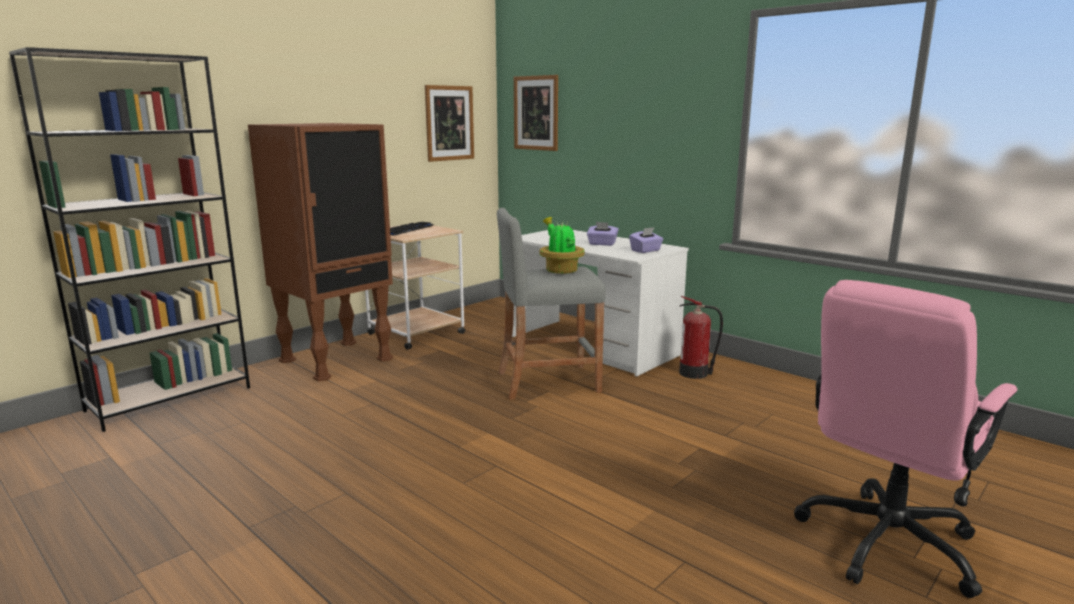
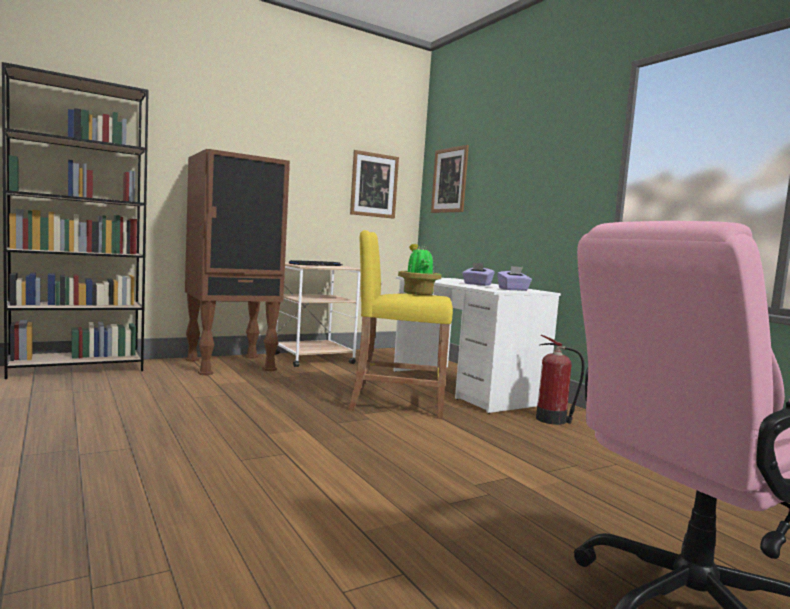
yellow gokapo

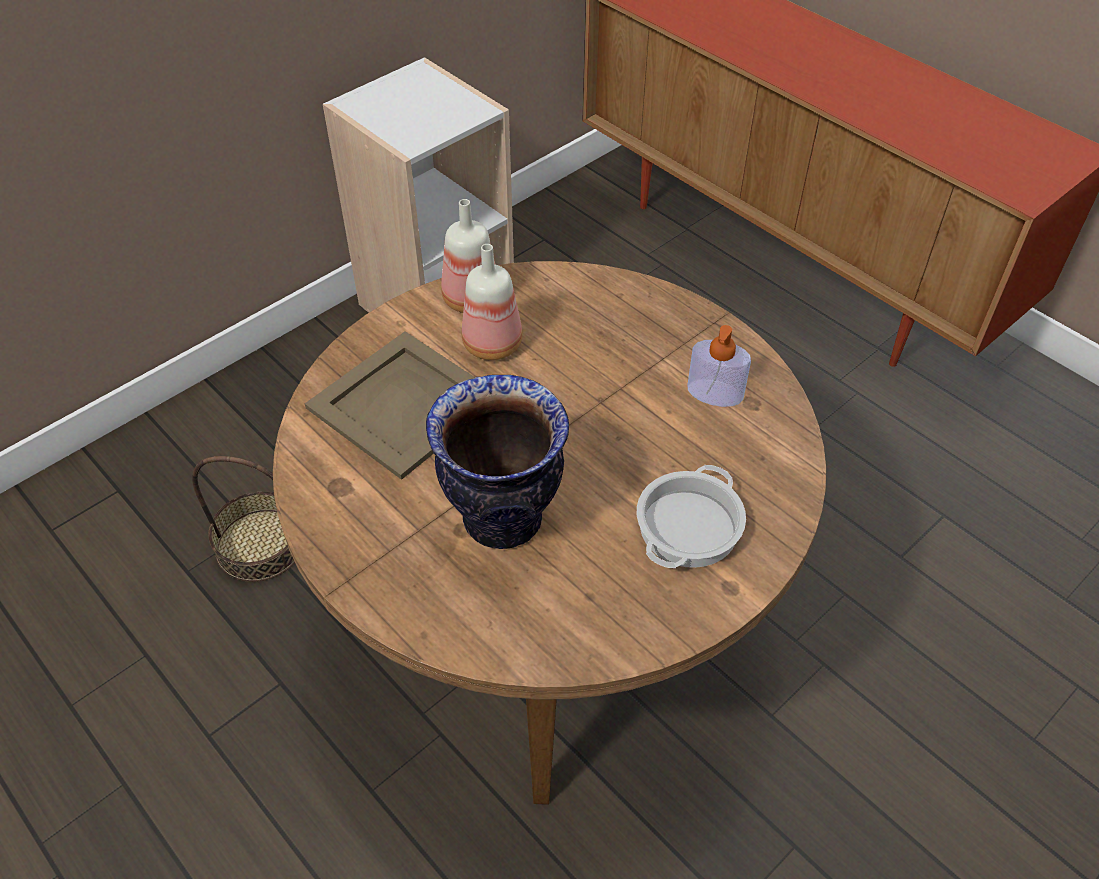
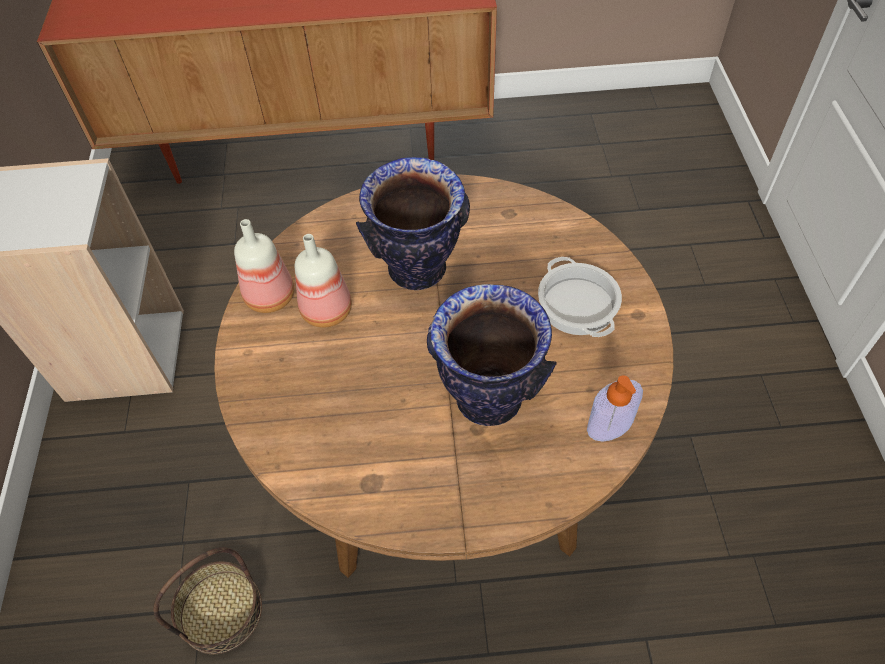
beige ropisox
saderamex
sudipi (no. 1 from left)

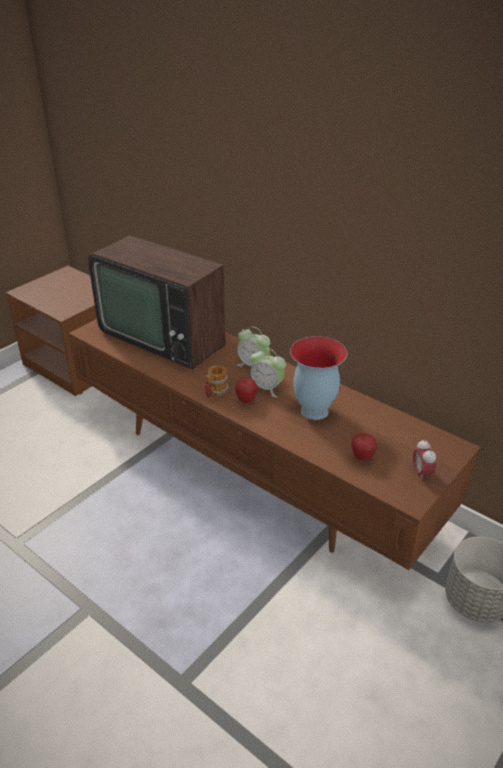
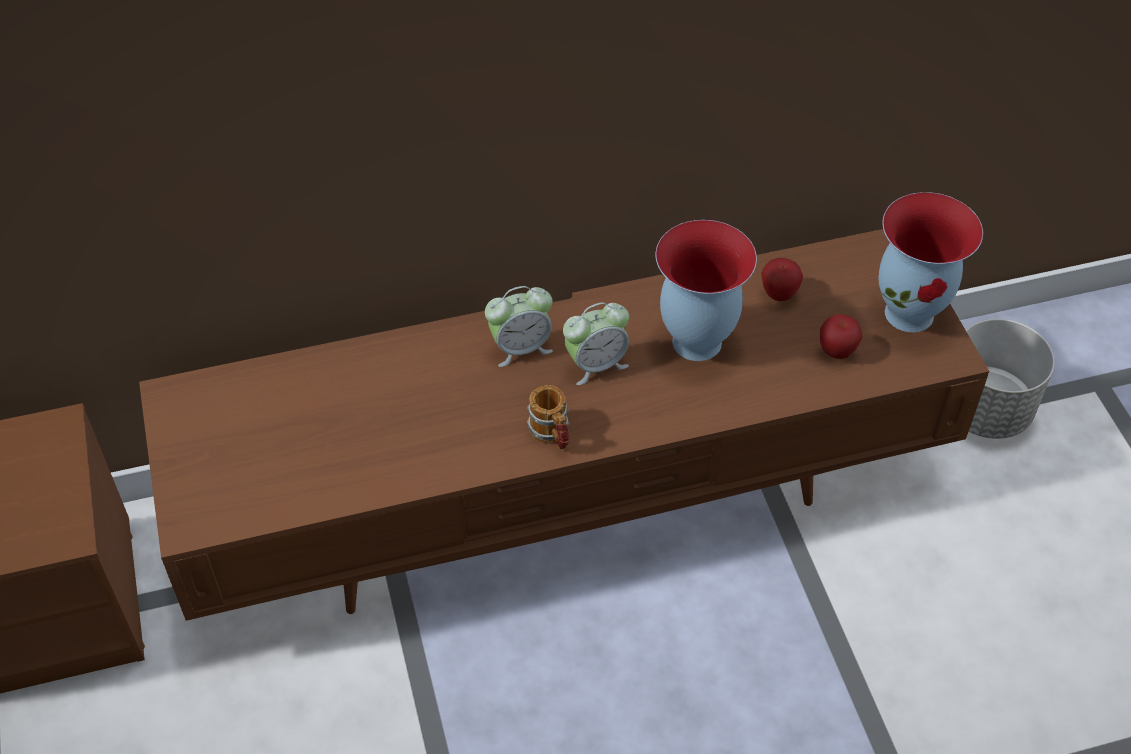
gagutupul
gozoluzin (no. 1 from left)
sudipi (no. 2 from left)

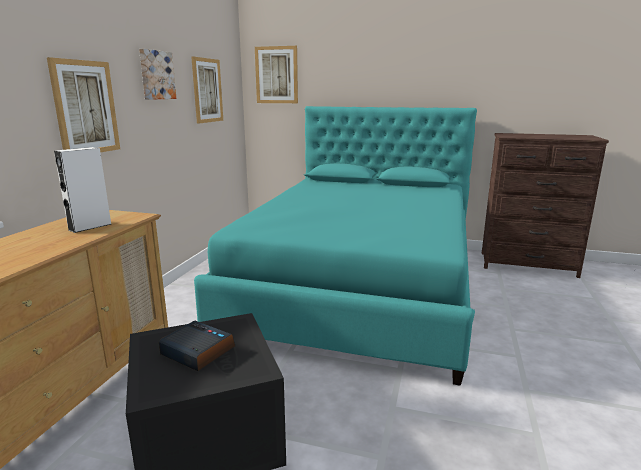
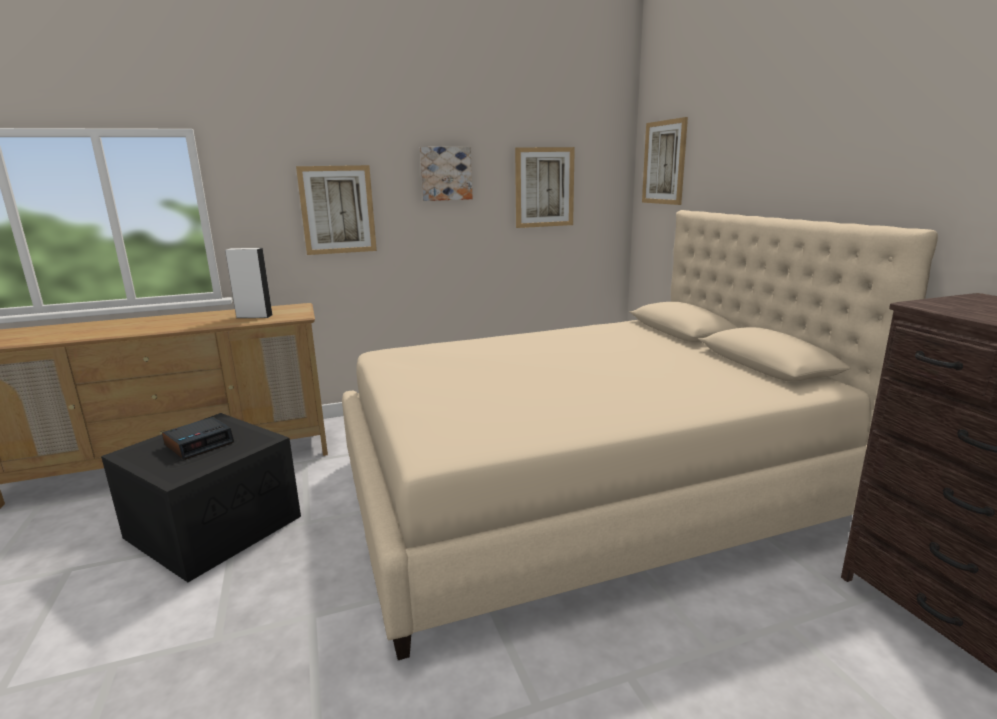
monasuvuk
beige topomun

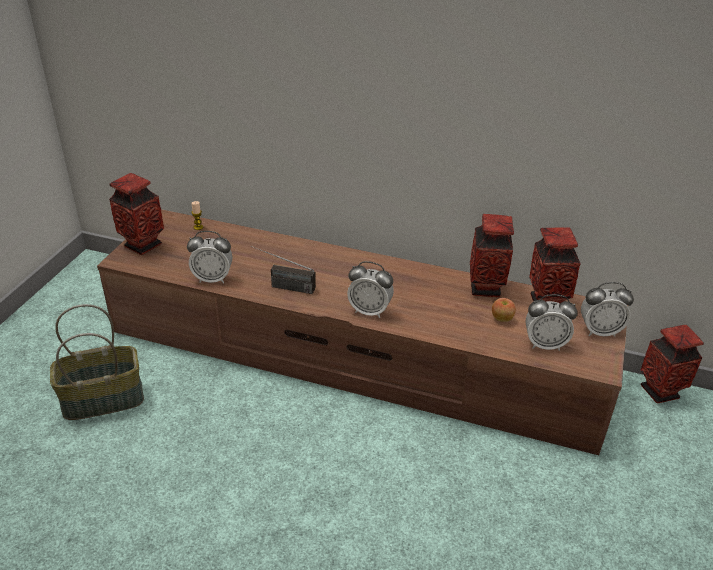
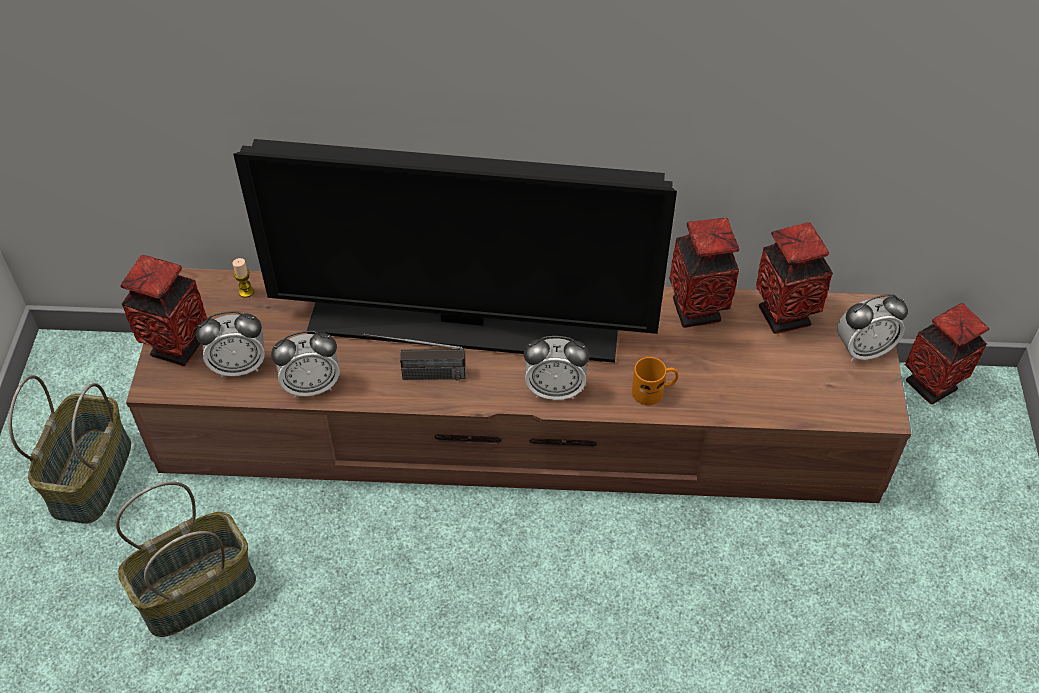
gozoluzin
monasuvuk (no. 1 from left)
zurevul (no. 1 from left)
gagutupul
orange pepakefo

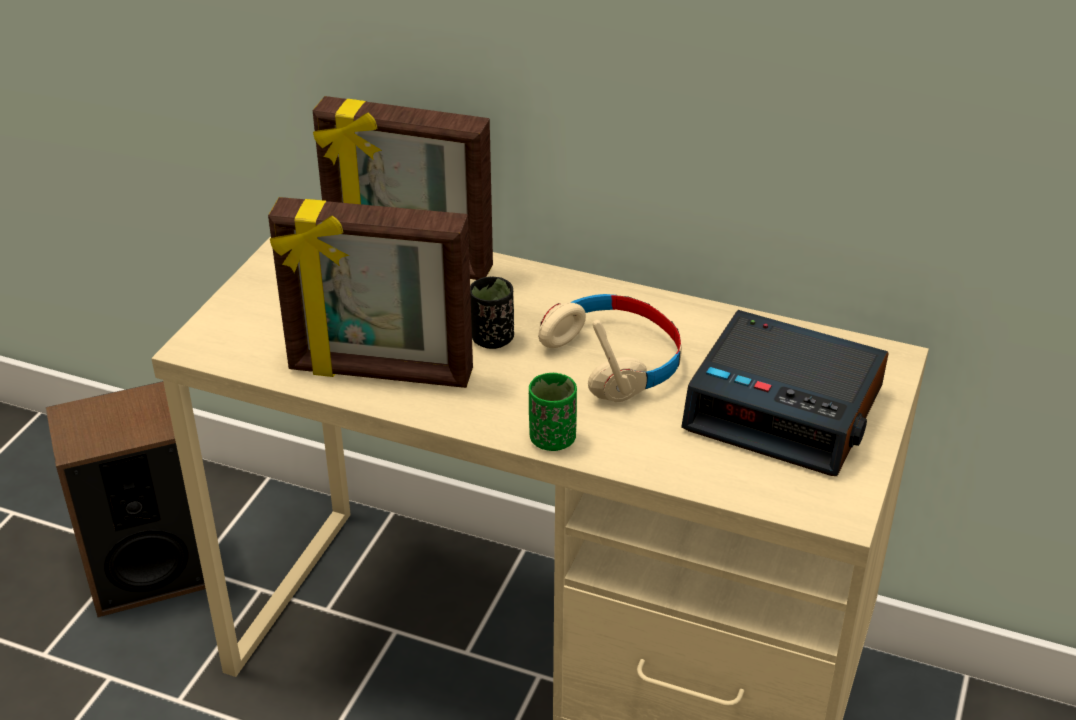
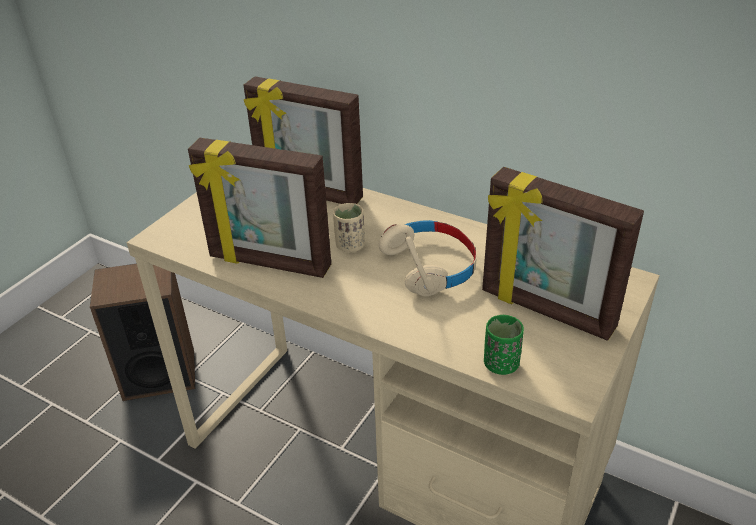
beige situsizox
green situsizox
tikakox (no. 3 from left)

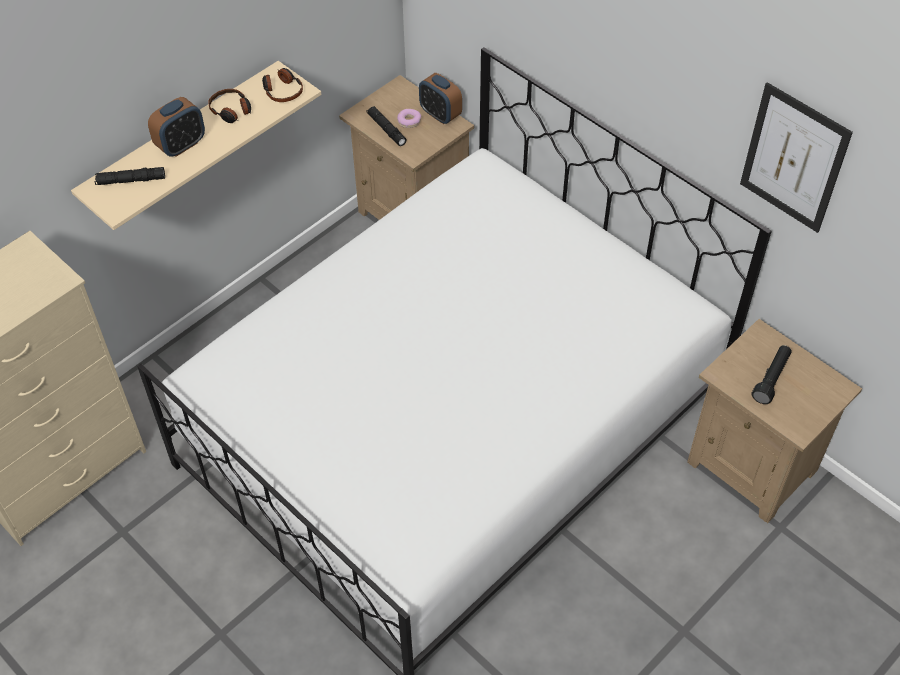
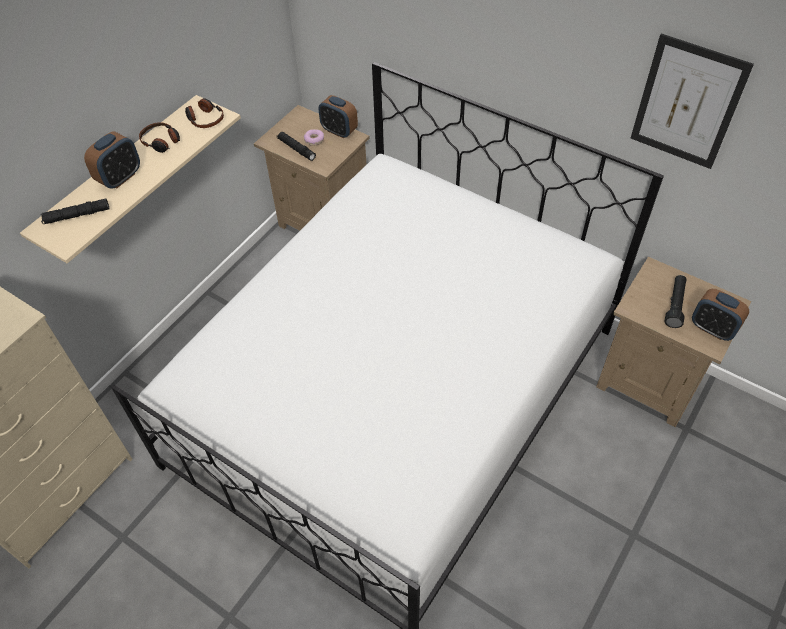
monasuvuk (no. 3 from left)

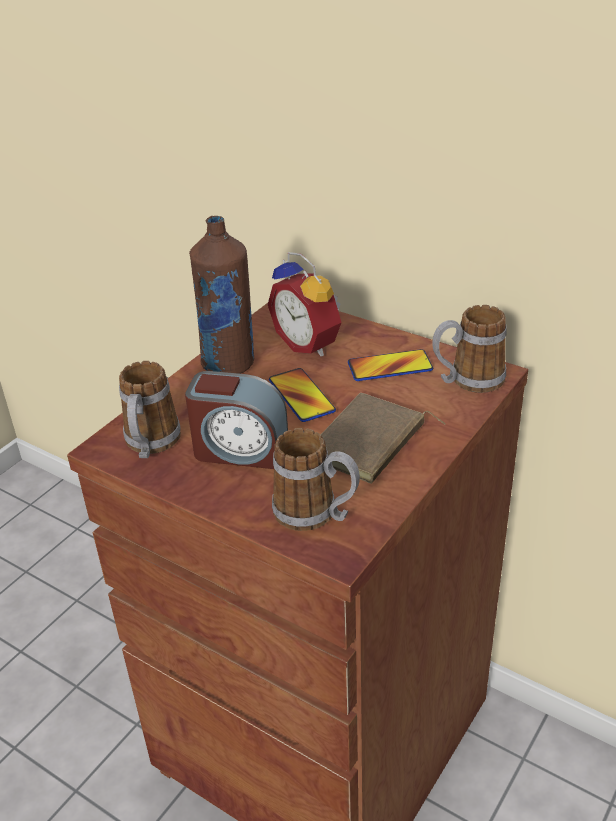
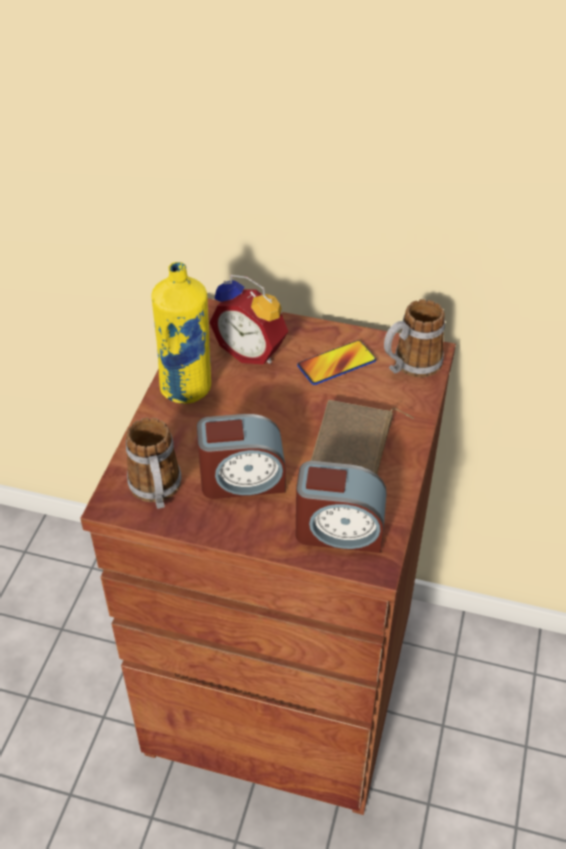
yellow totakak
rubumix (no. 1 from left in the first image)
monasuvuk (no. 3 from left)

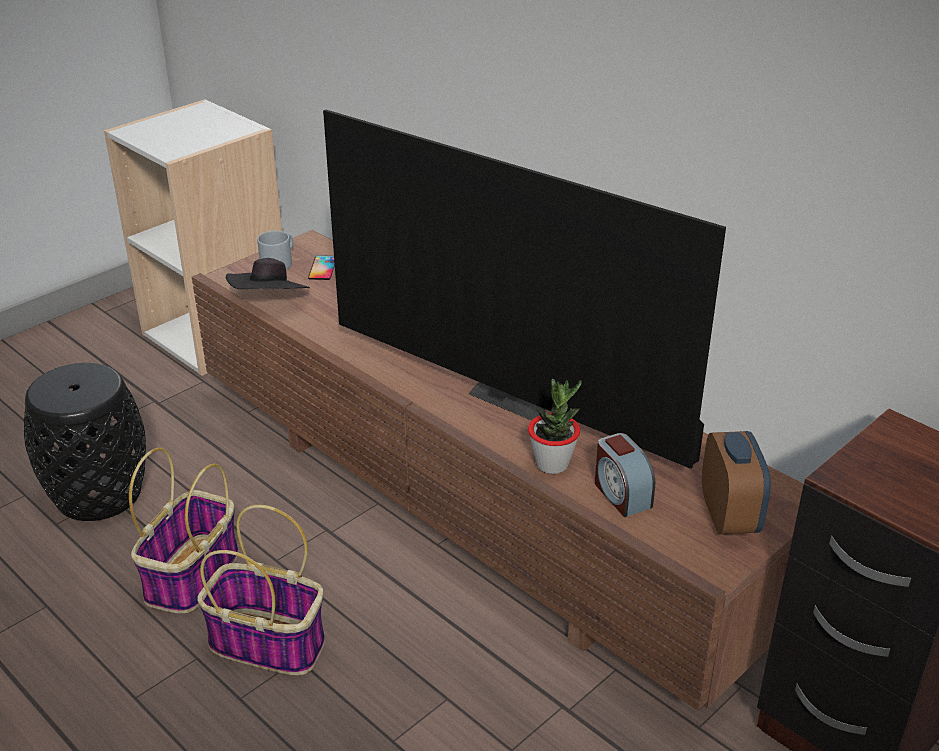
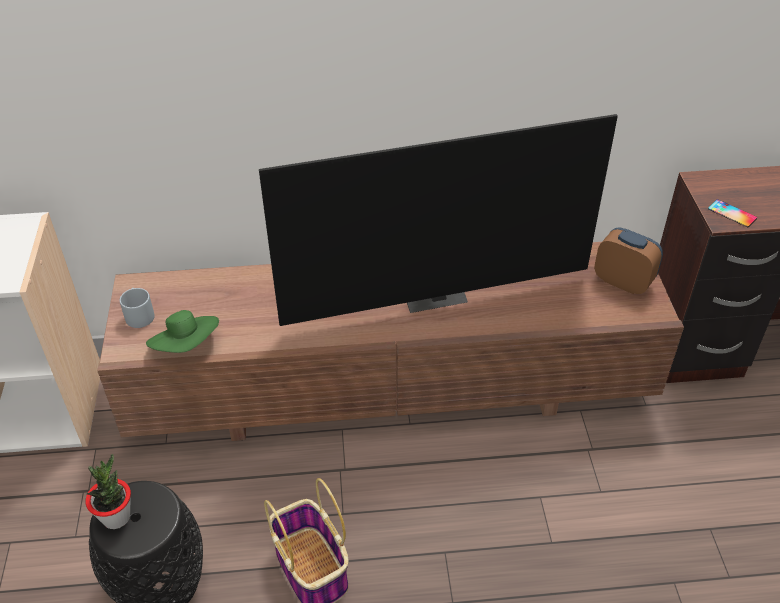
zurevul (no. 2 from left in the first image)
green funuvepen
rubumix
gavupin
monasuvuk (no. 1 from left in the first image)

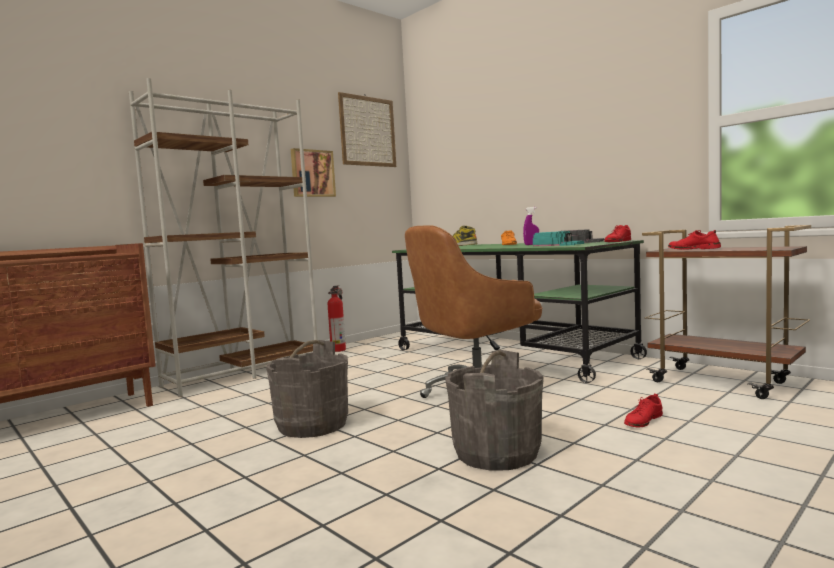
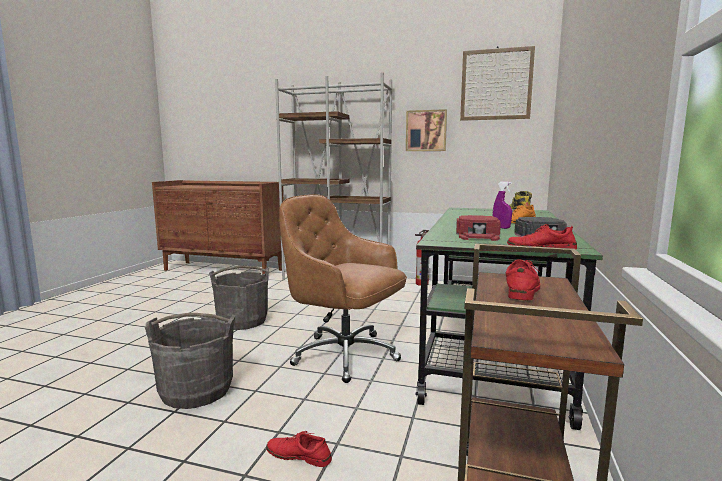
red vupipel

